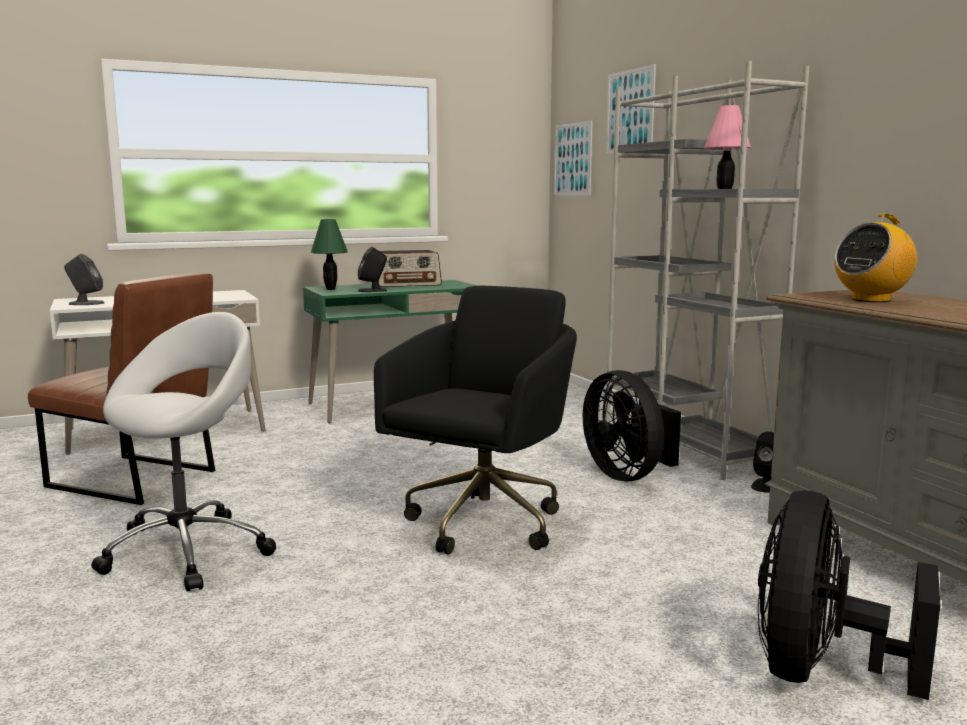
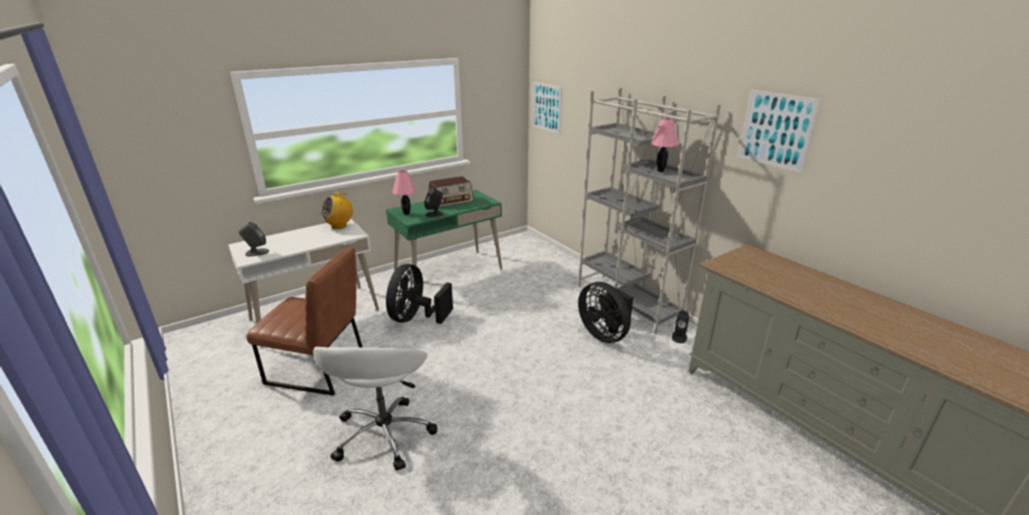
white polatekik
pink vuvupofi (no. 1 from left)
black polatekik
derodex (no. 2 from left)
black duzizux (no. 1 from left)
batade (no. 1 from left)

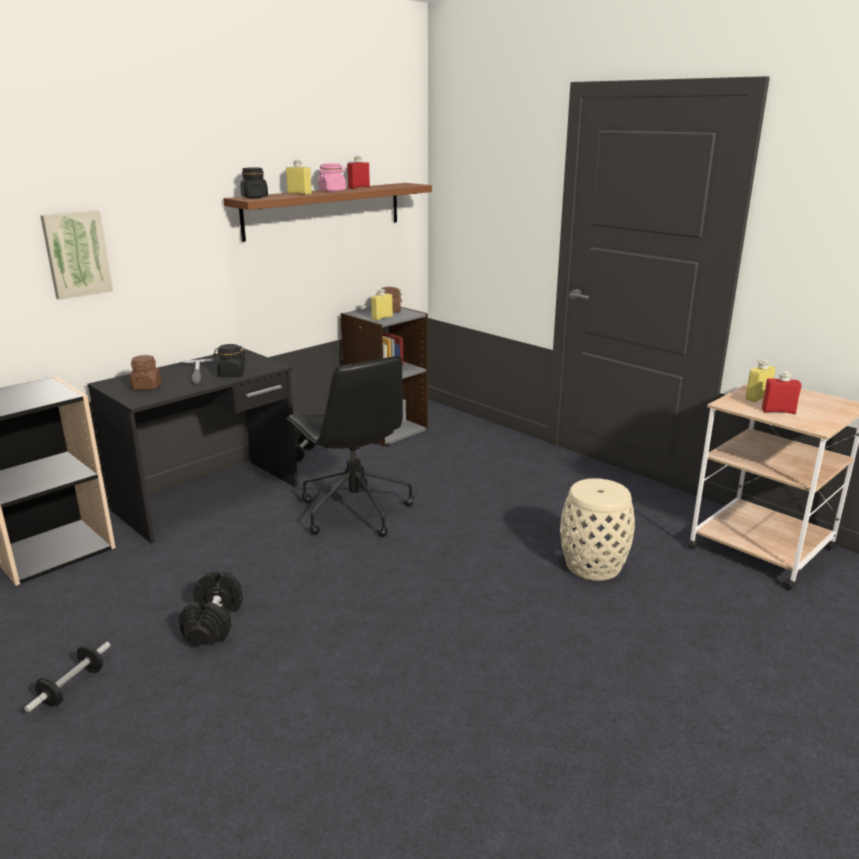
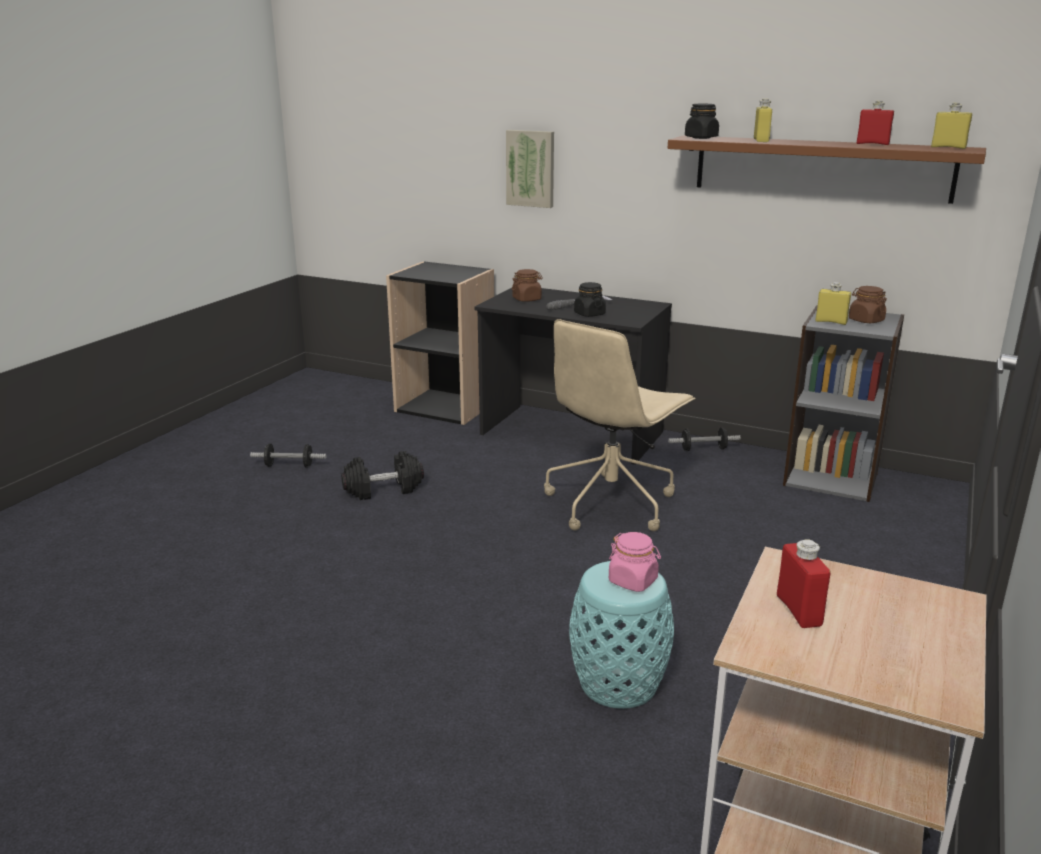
beige polatekik
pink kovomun
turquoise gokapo
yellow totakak (no. 3 from left)

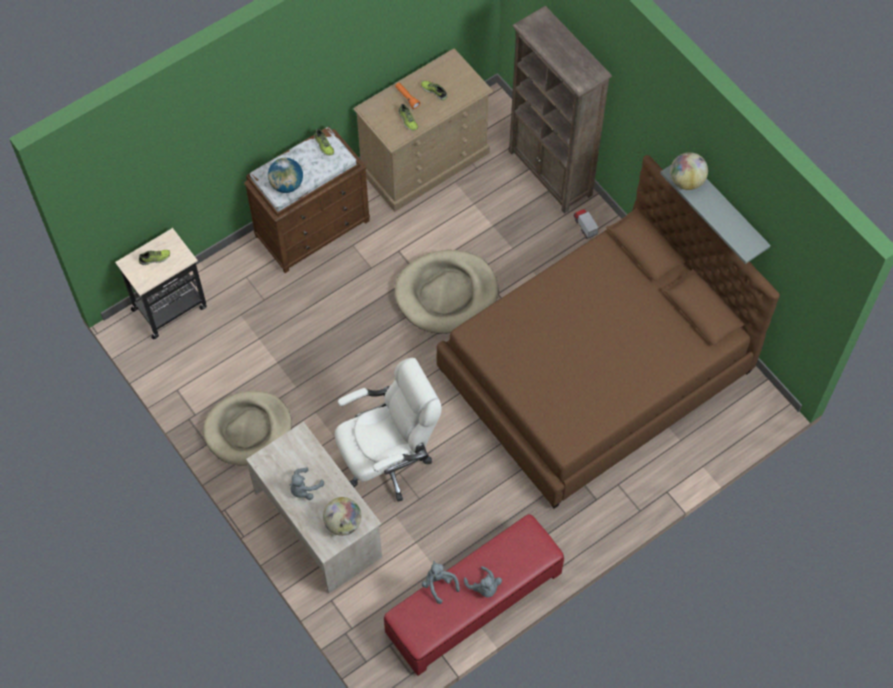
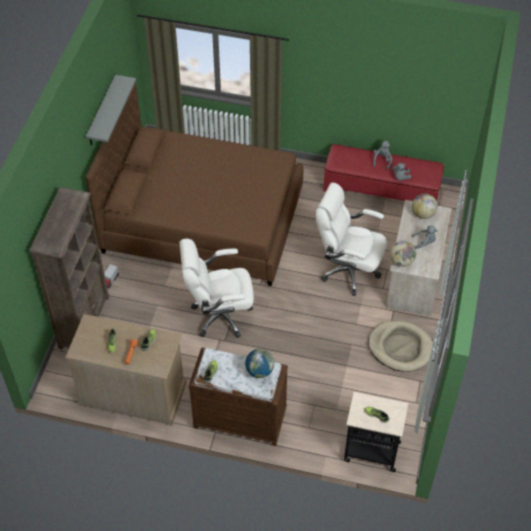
white polatekik (no. 1 from left)
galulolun (no. 2 from left)

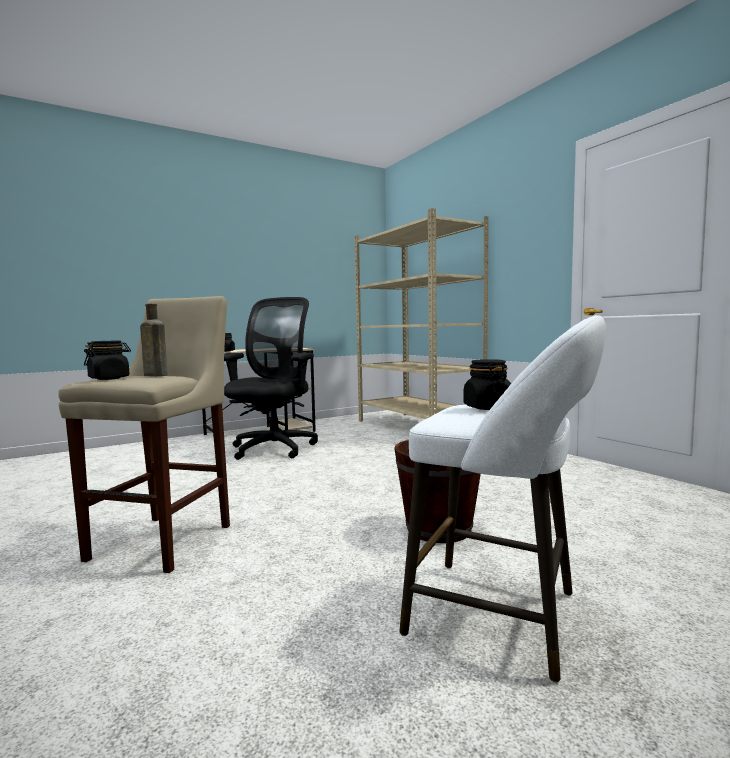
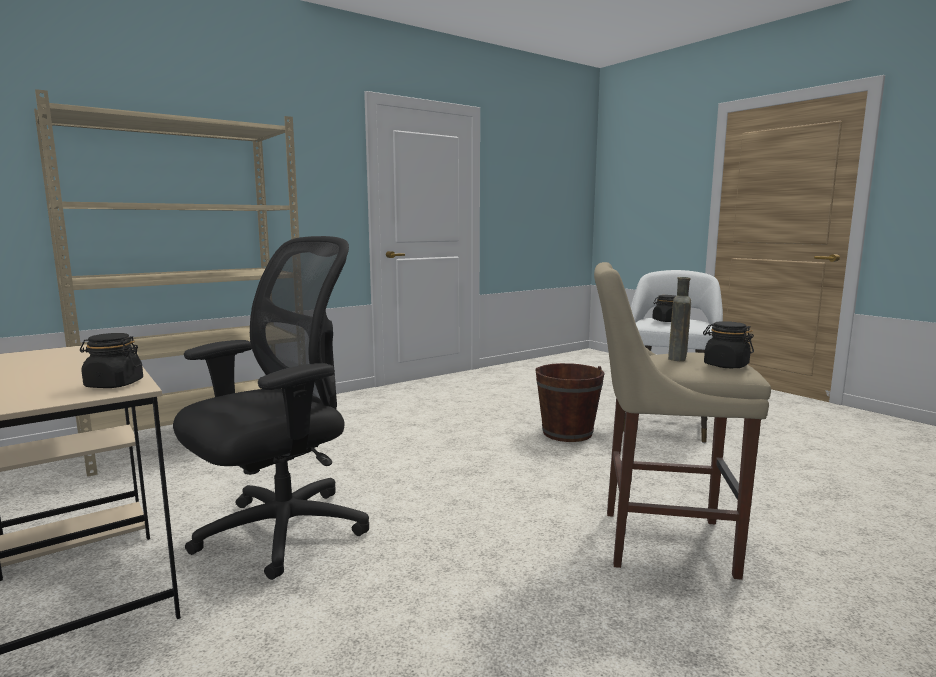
black polatekik

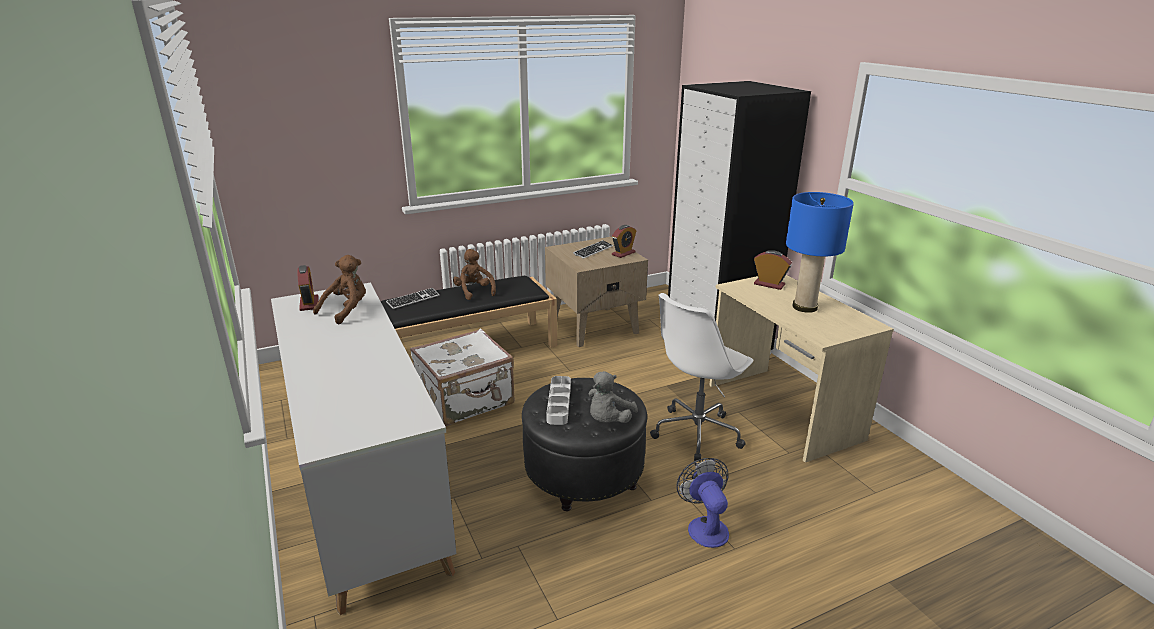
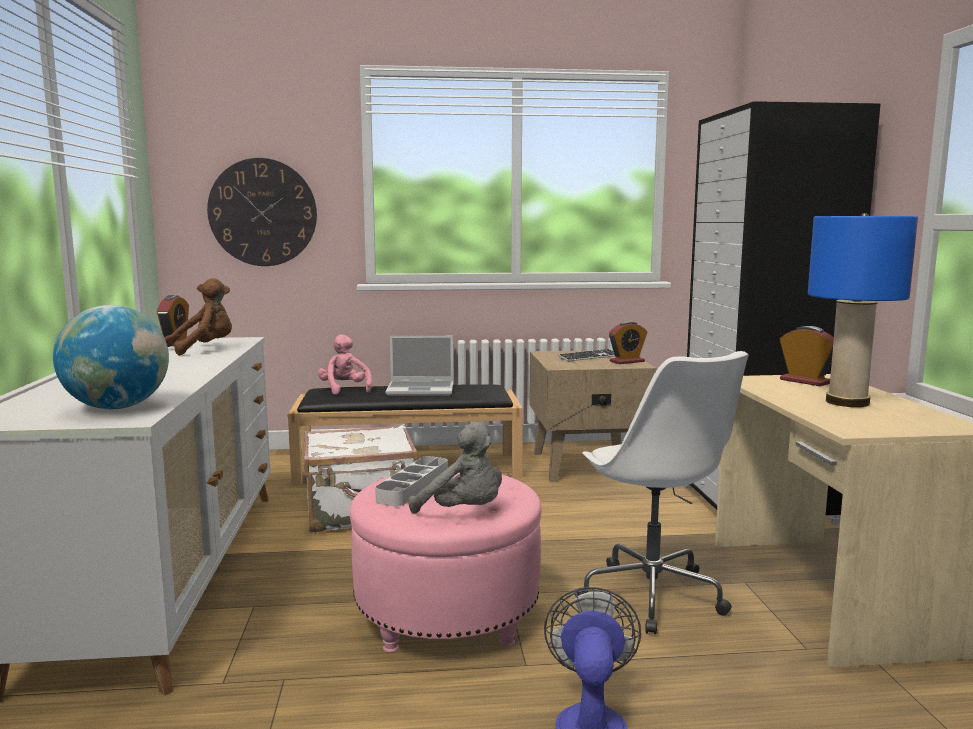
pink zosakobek
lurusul
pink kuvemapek
grey zosakobek
white polatekik
galulolun
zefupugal

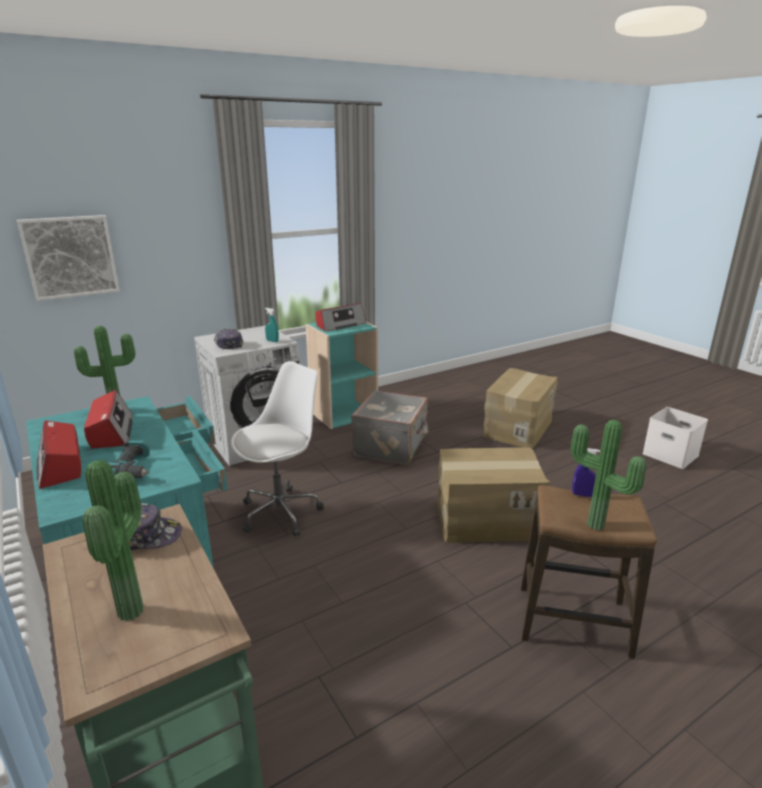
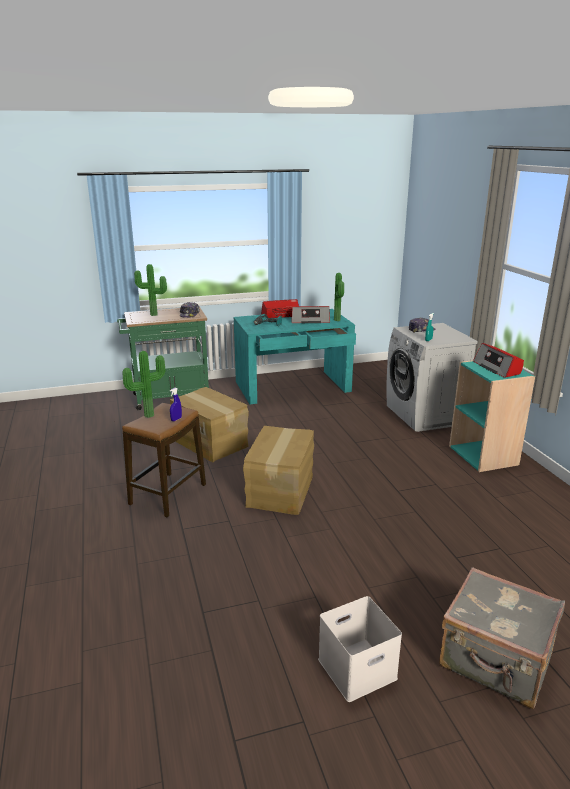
derodex
white polatekik
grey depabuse
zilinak (no. 1 from left)

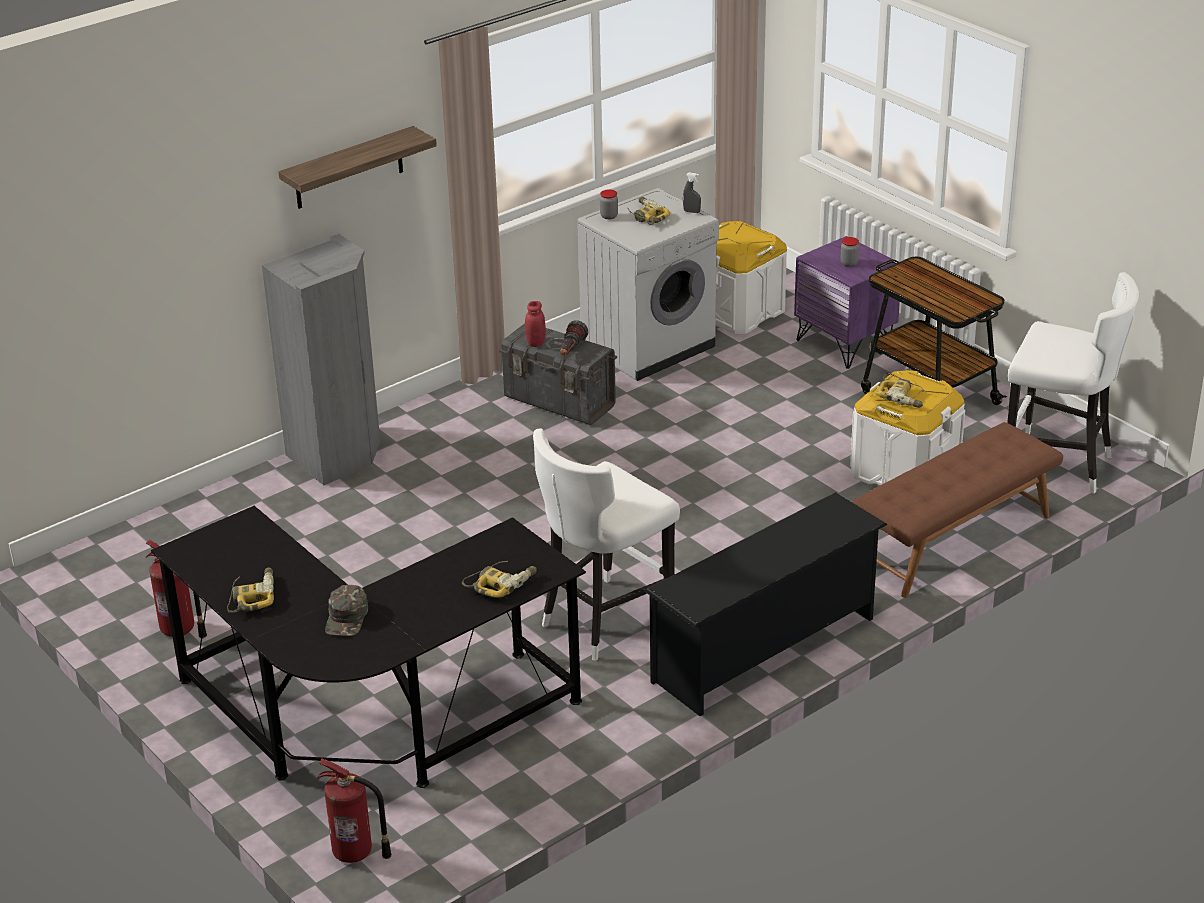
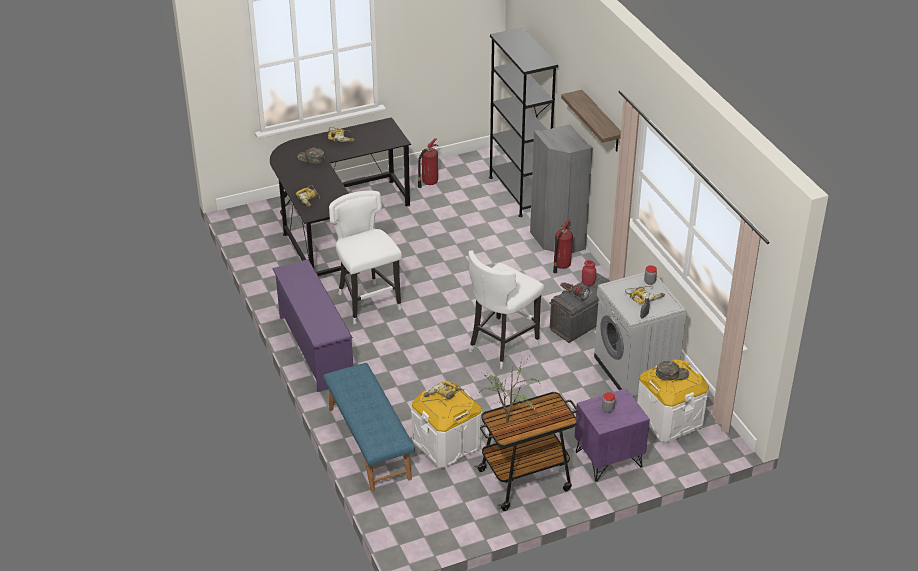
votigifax (no. 2 from left)
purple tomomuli
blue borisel
white gokapo (no. 2 from left)
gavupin
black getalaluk
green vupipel (no. 2 from left)

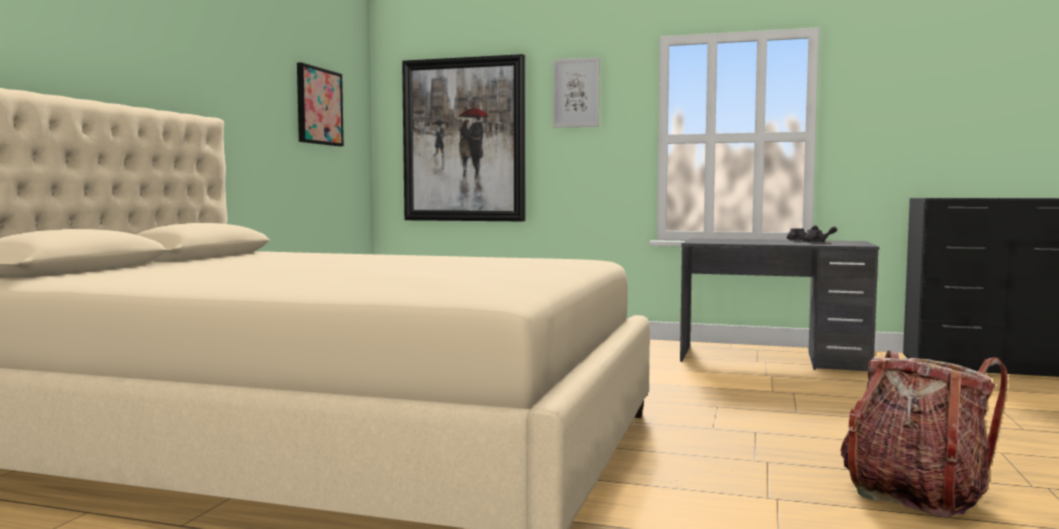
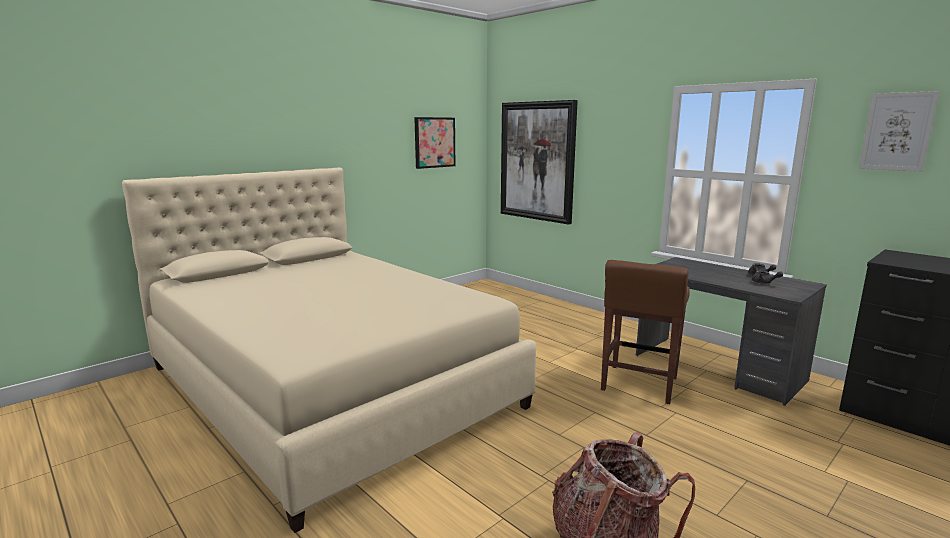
derodex (no. 3 from left)
brown gokapo

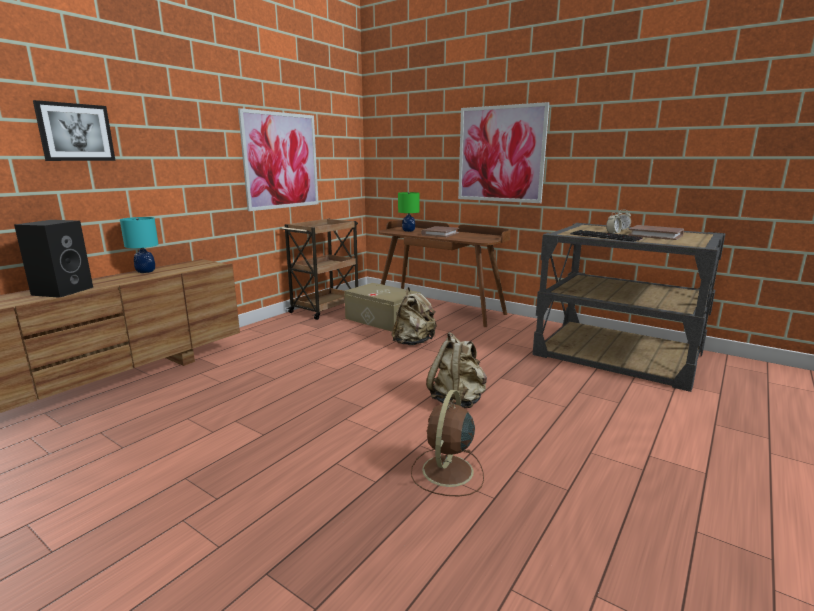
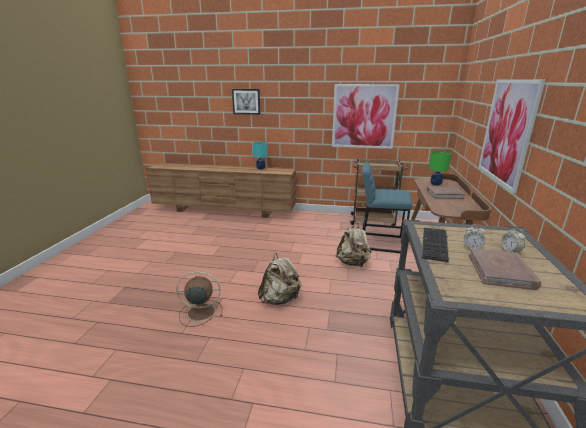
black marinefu
blue gokapo

